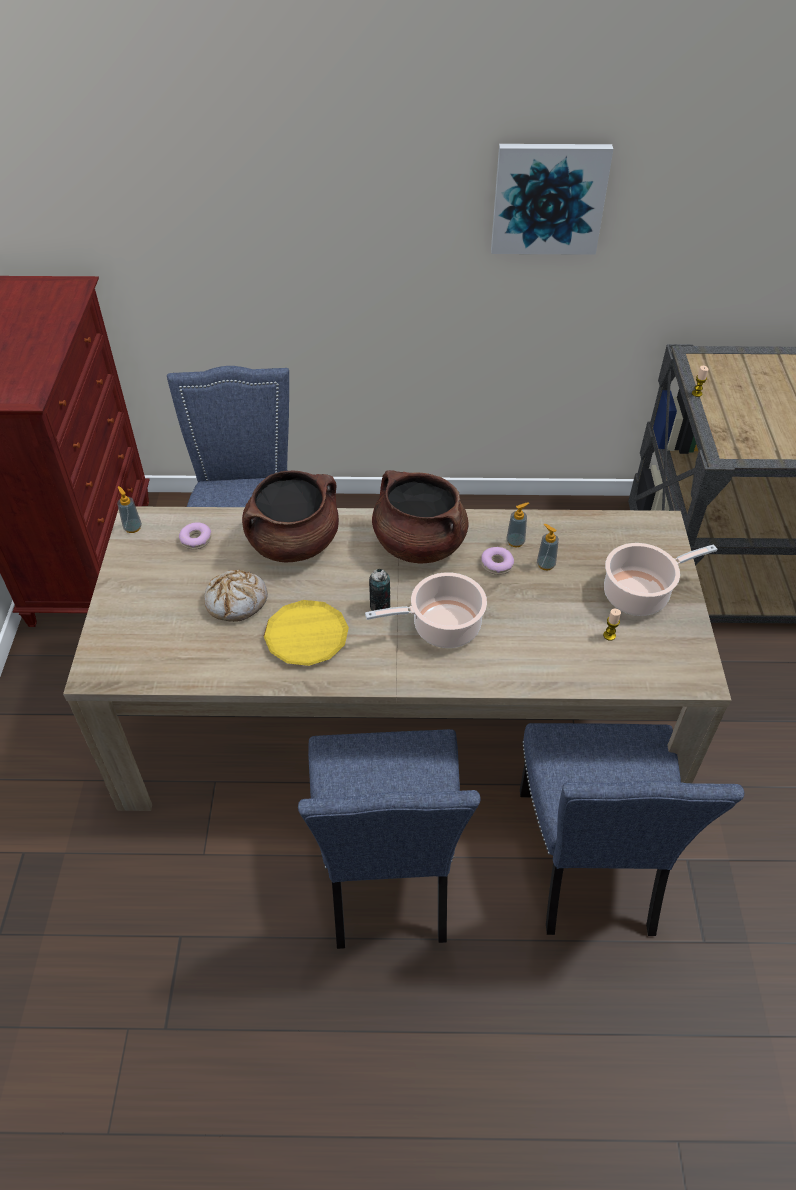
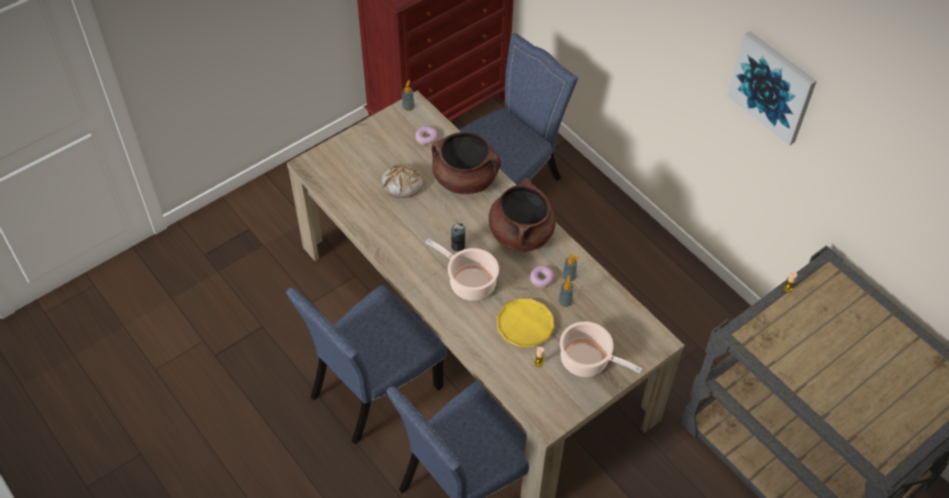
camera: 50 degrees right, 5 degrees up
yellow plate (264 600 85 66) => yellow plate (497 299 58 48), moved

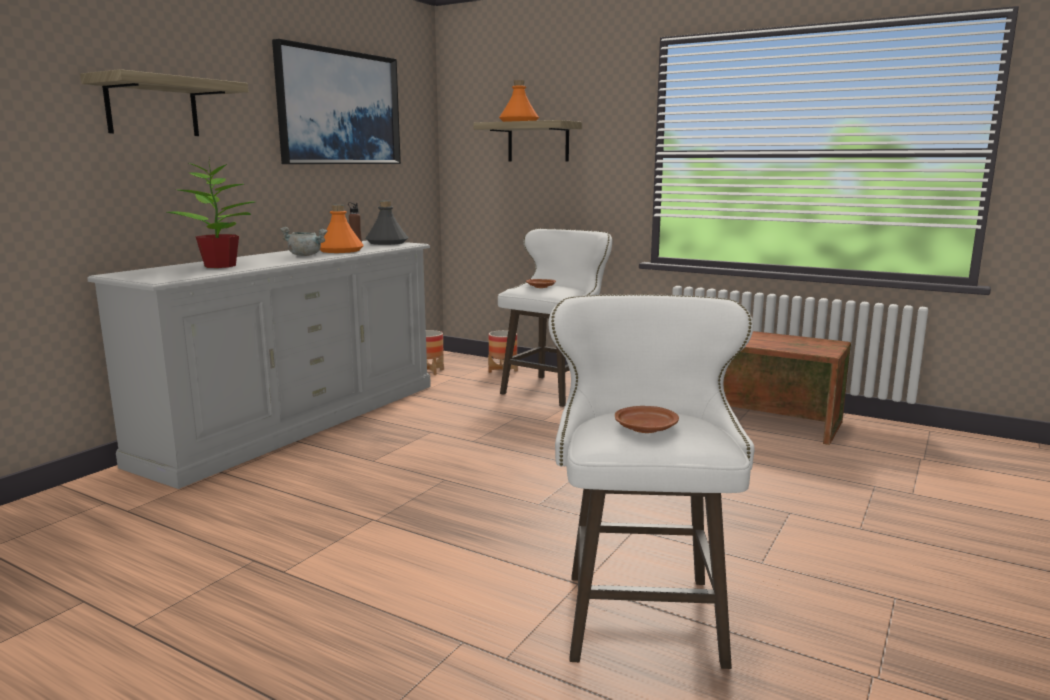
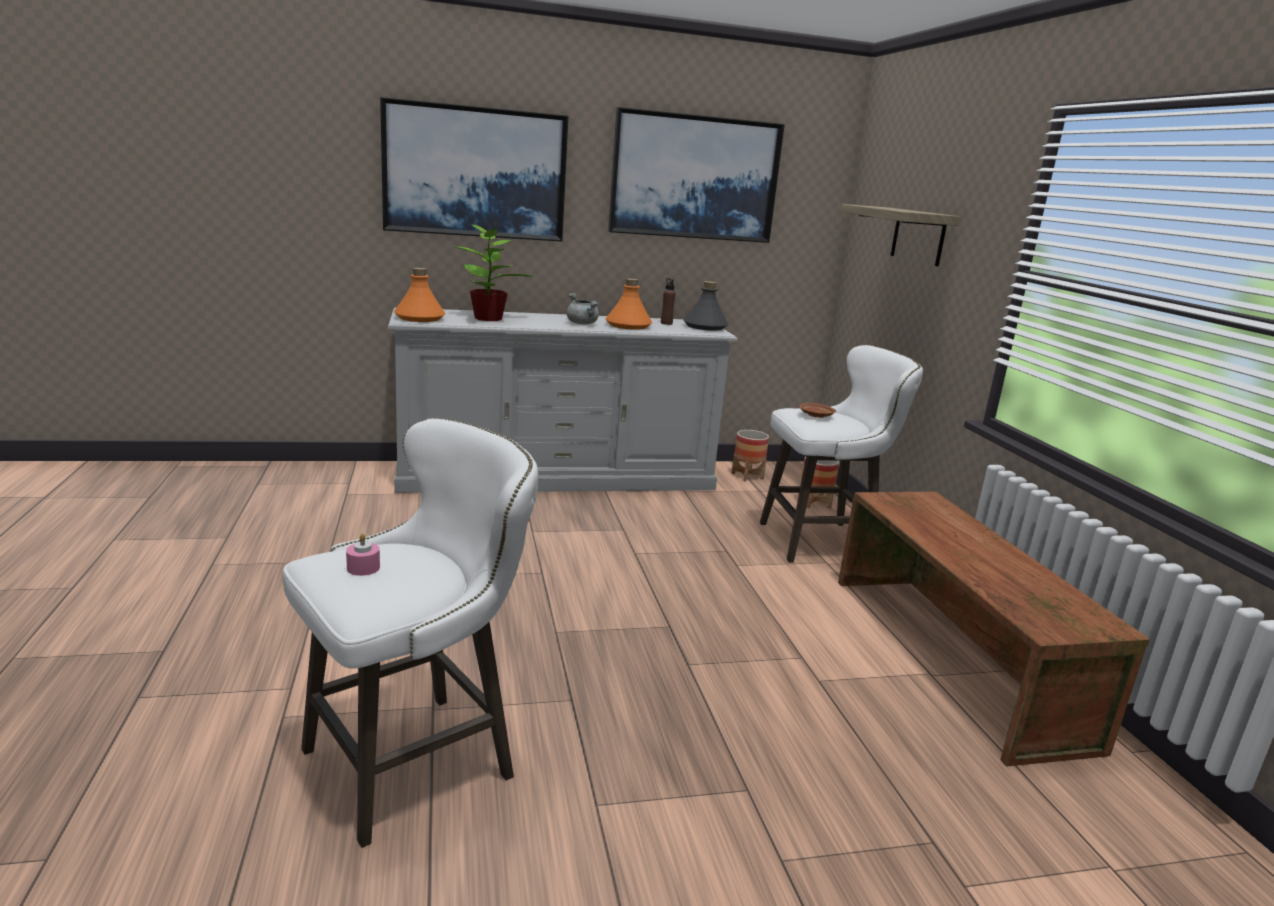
camera: 45 degrees right, 5 degrees up
orange bottle (499 80 40 42) => orange bottle (394 268 52 54), moved
shelf (80 69 169 67) => wall art (380 97 189 145)
brown-coloured plate (615 406 64 27) => pinkish candle (346 534 34 42)

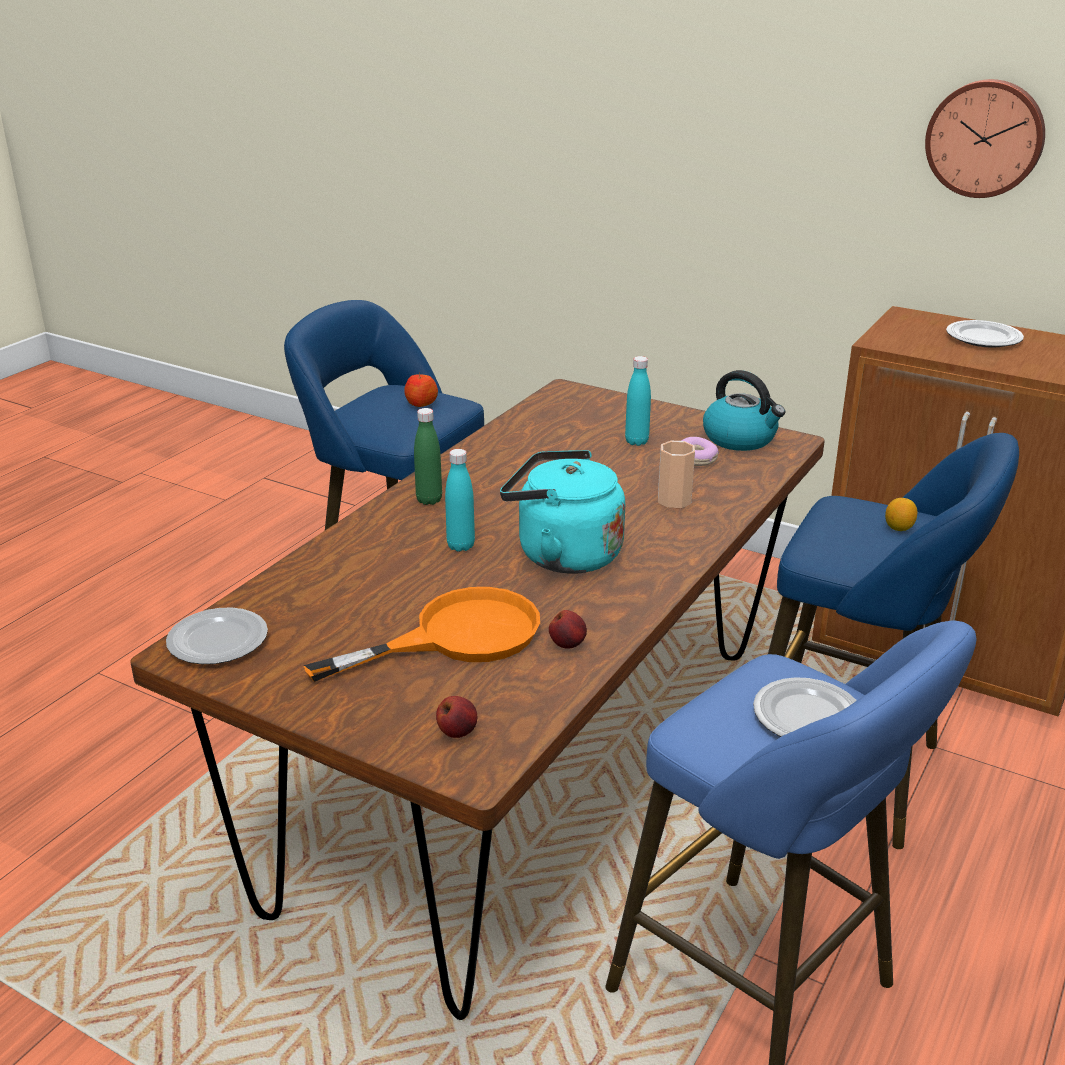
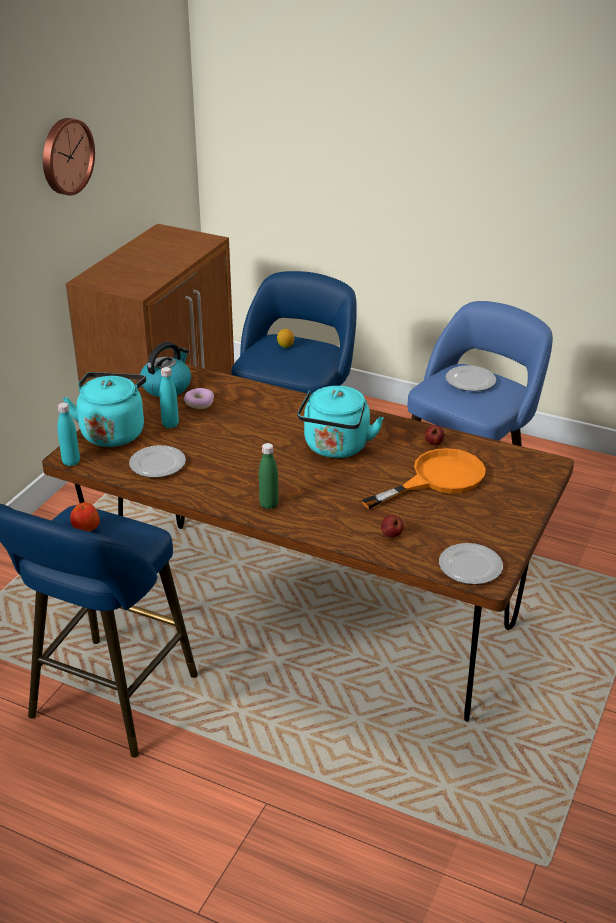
camera: 95 degrees left, 5 degrees up
small cup (658 441 37 67) => nothing
nothing => turquoise kettle (63 372 83 75)
whole apple (436 696 41 42) => whole apple (381 515 23 23), moved
turquoise bottle (445 449 30 103) => turquoise bottle (58 403 22 63), moved
plate (946 320 78 28) => plate (129 445 57 33), moved
orange skillet (304 587 236 95) => orange skillet (361 448 125 61), 90 degrees clockwise

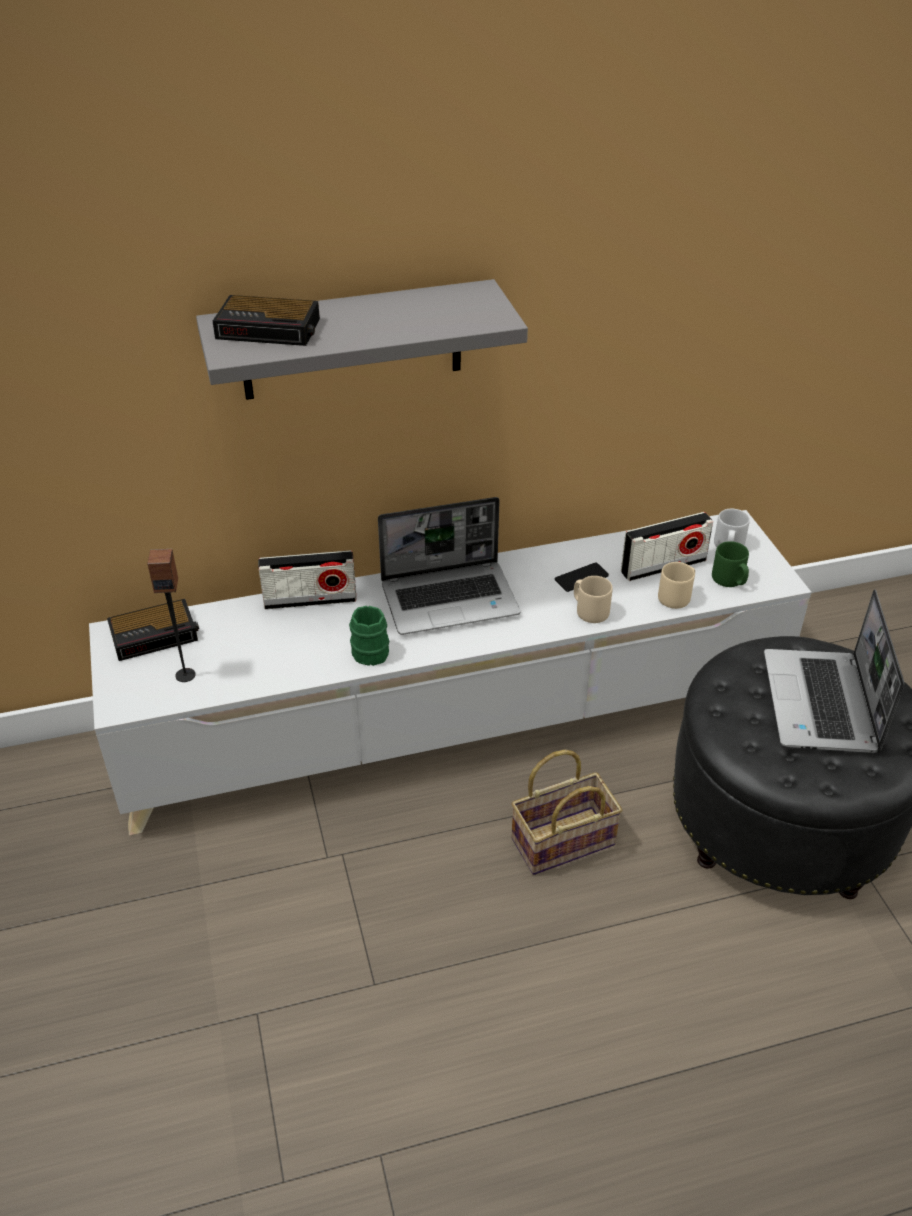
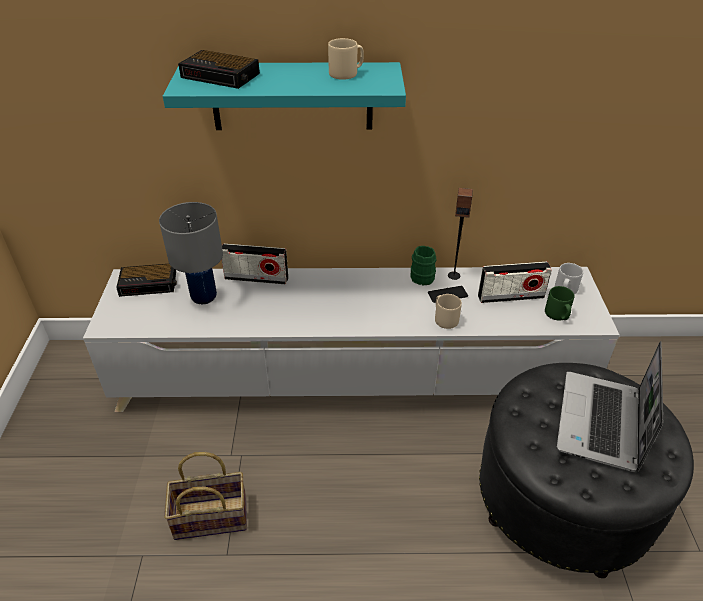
camera: 15 degrees right, 0 degrees up
notebook computer (378 497 142 138) => nothing
nothing => grey table lamp (159 202 64 102)
speaker (147 549 49 133) => speaker (448 188 25 92), moved
green-coloured coffee mug (349 606 40 60) => green-coloured coffee mug (410 246 26 40), moved
basket (511 750 111 125) => basket (164 452 83 88), moved
beige coffee mug (658 562 37 47) => beige coffee mug (328 38 36 42), moved
grey shelf (196 279 332 121) => turquoise shelf (163 62 243 68)

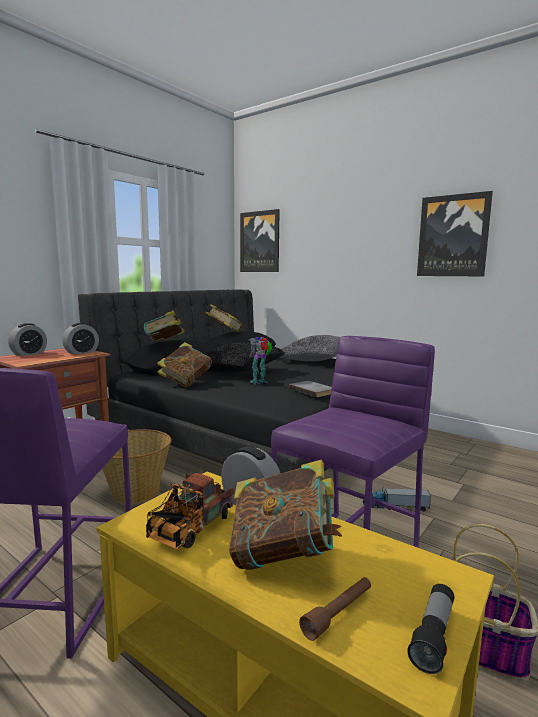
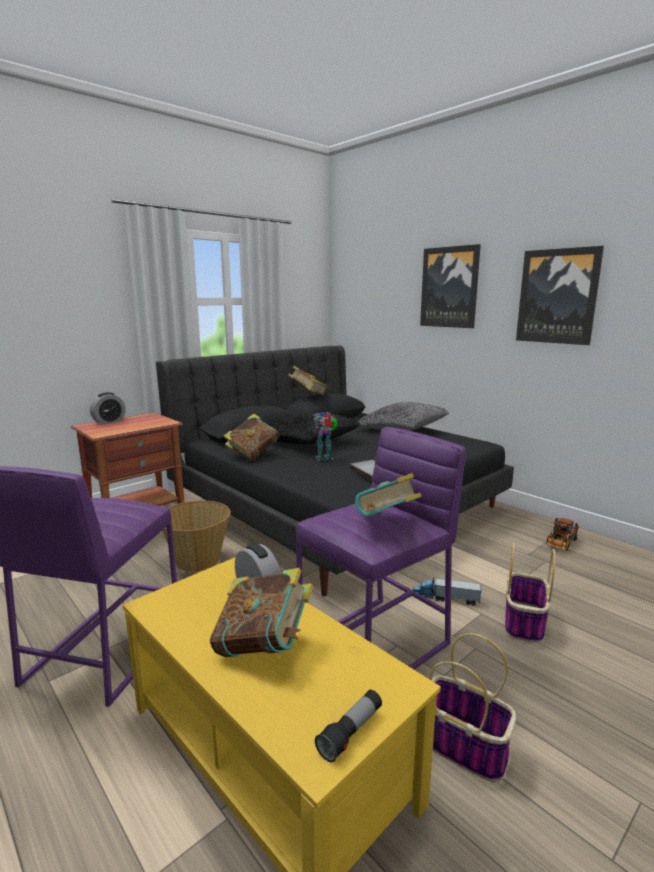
camera: 10 degrees right, 5 degrees up
bedside clock (62 323 37 32) => nothing
brown-coloured flashlight (299 577 72 64) => nothing
nothing => basket (505 542 50 101)
book (144 310 41 32) => book (355 473 67 44), moved
model truck (146 473 88 76) => model truck (546 518 33 33), moved
wall art (240 209 40 63) => wall art (420 244 61 84), moved

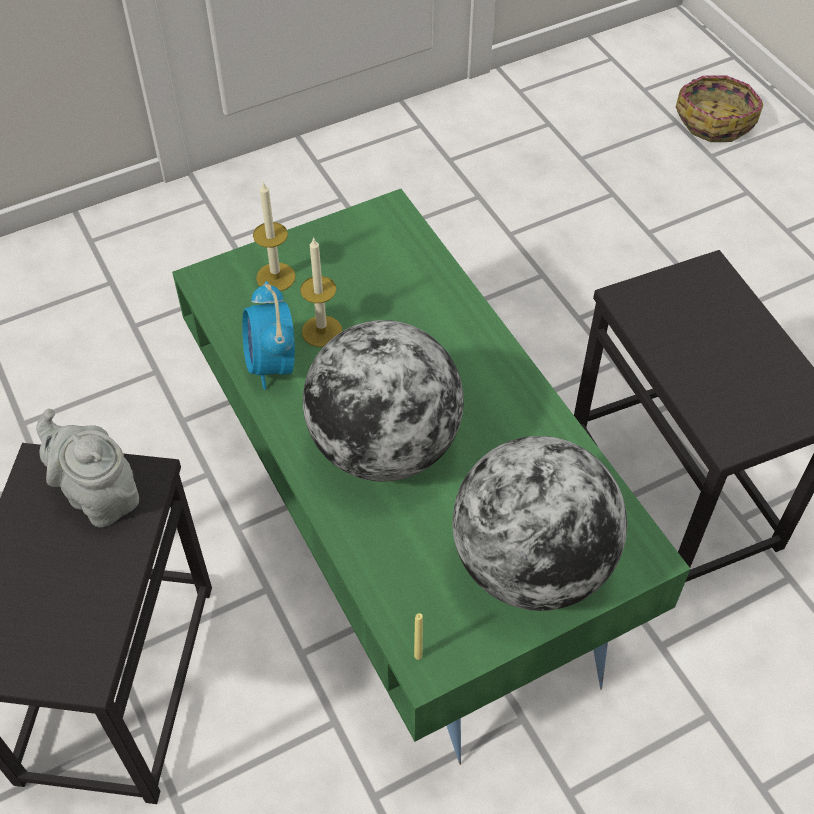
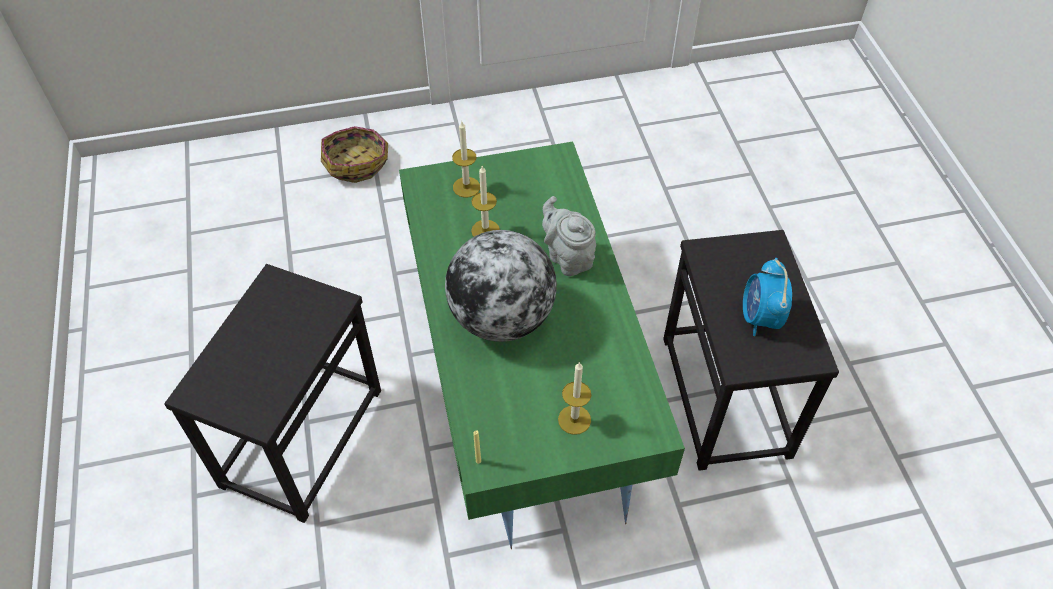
camera: 15 degrees right, 0 degrees up
grey tea pot (36 409 103 118) => grey tea pot (542 196 54 80), moved
bedside clock (242 281 53 109) => bedside clock (743 258 49 78), moved
basket (676 75 87 67) => basket (321 126 67 57), moved
world globe (453 436 174 175) => candle (558 362 33 73)

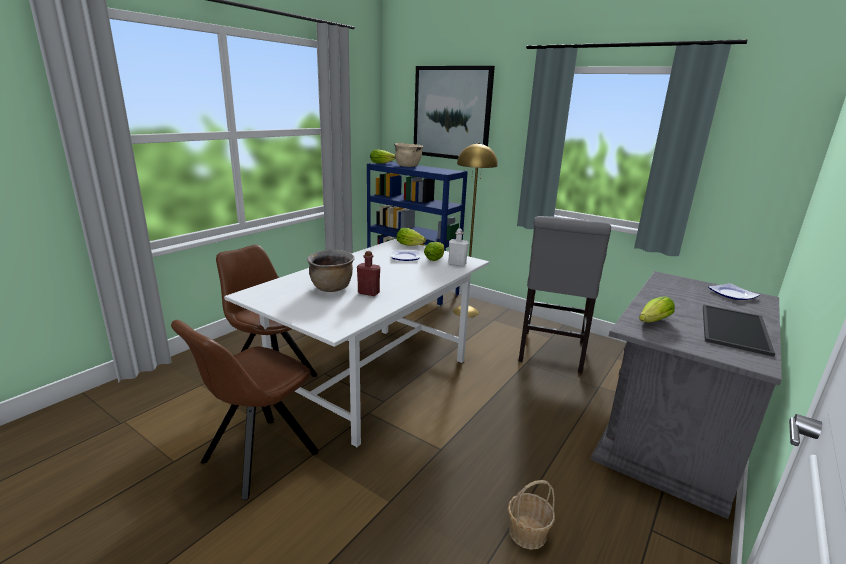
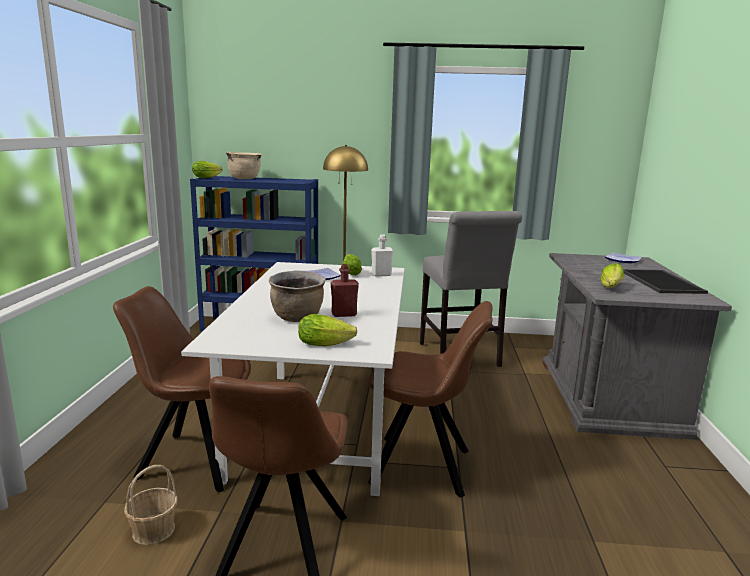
camera: 30 degrees left, 5 degrees down
wall art (414 66 81 93) => nothing
nothing => brown-coloured upright chair (368 301 125 197)
lettuce (396 228 30 18) => lettuce (298 314 59 32), moved
basket (508 480 47 70) => basket (124 465 54 80), moved

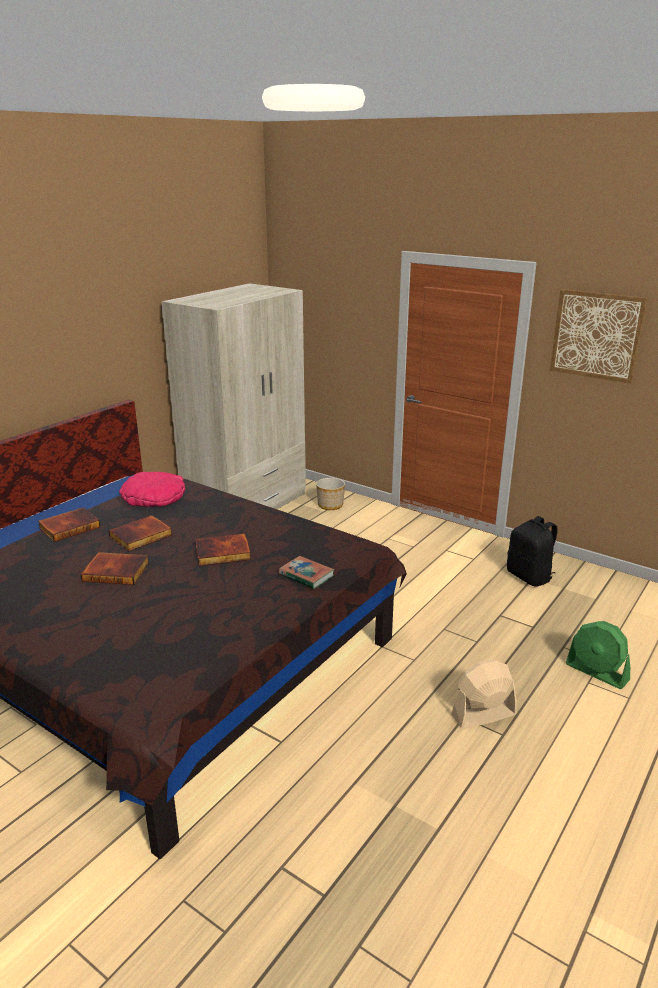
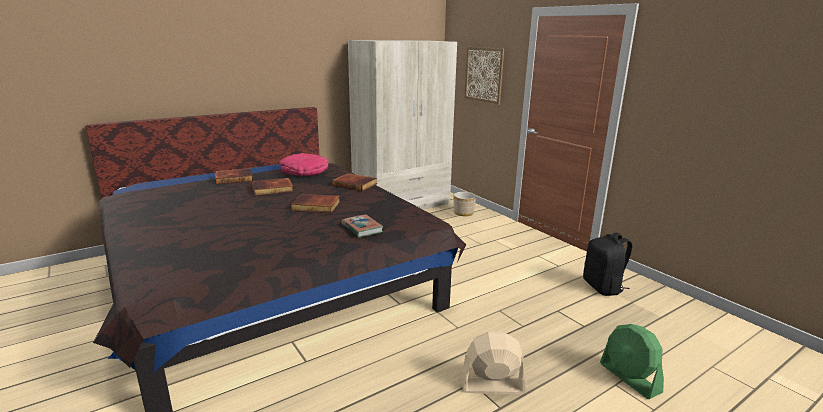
camera: 20 degrees right, 5 degrees down
book (81 552 68 33) => book (332 173 45 18), moved
wall art (550 289 98 95) => wall art (464 46 40 59), moved

